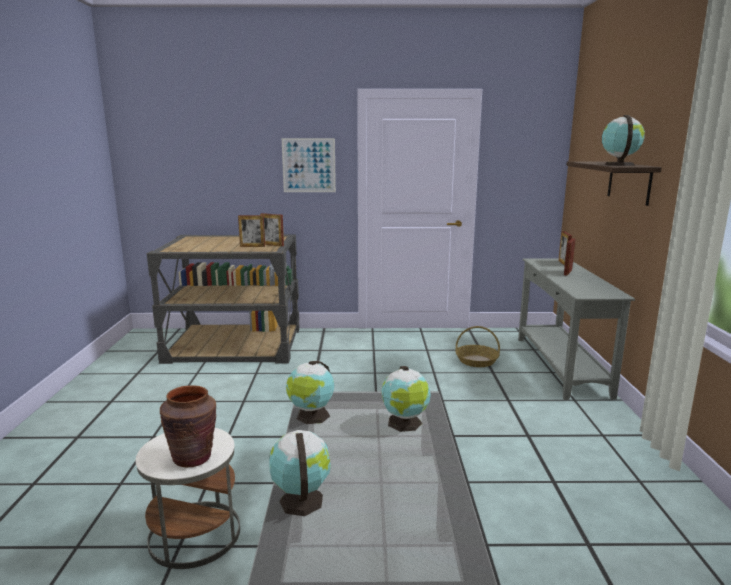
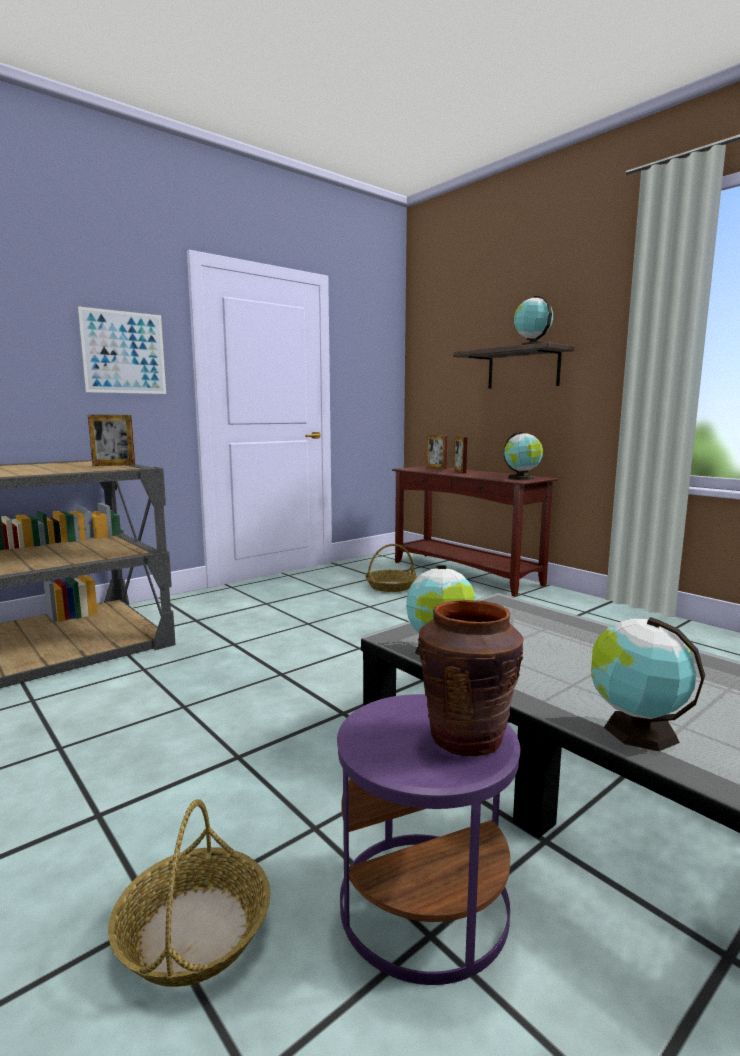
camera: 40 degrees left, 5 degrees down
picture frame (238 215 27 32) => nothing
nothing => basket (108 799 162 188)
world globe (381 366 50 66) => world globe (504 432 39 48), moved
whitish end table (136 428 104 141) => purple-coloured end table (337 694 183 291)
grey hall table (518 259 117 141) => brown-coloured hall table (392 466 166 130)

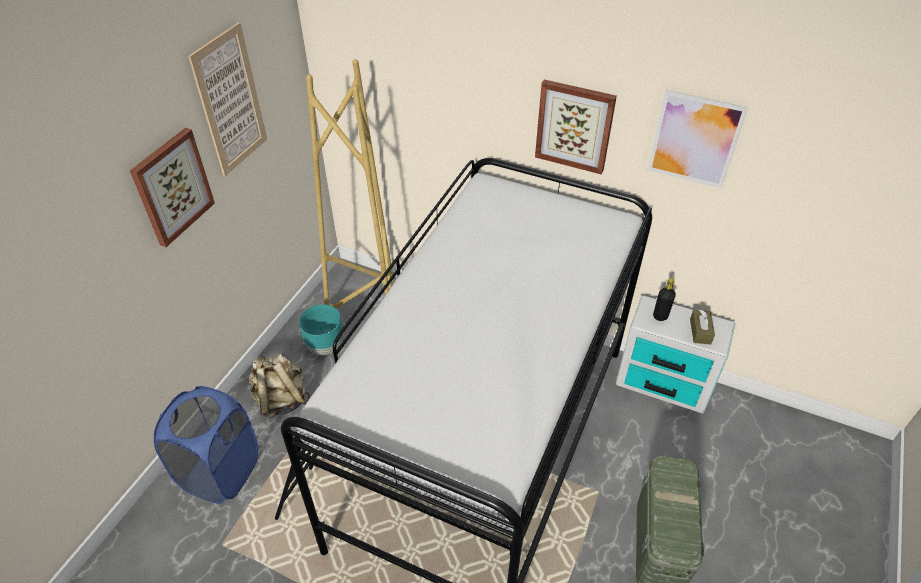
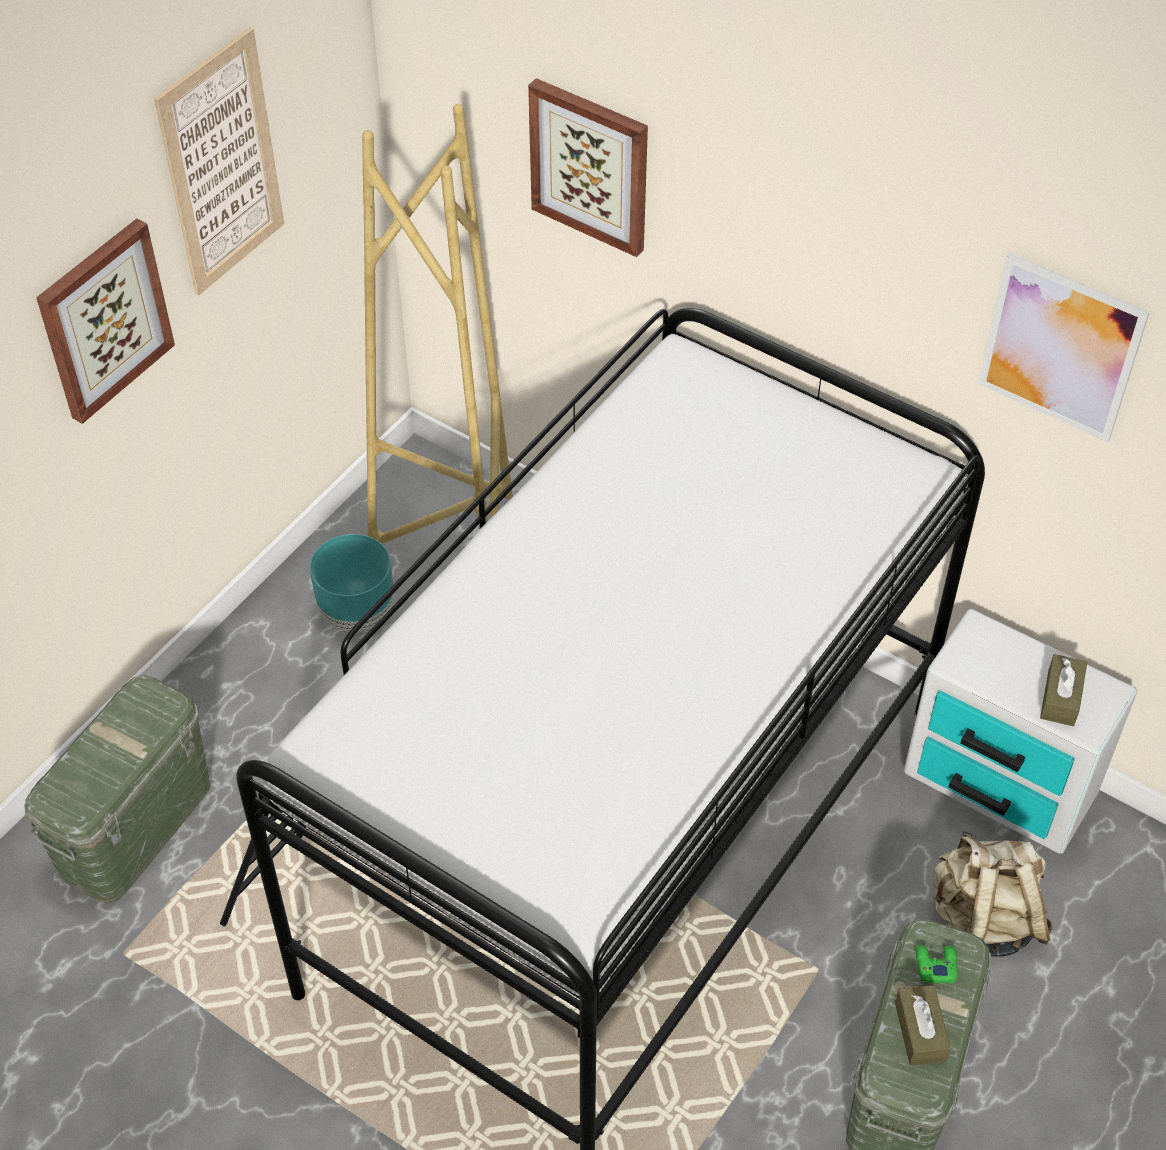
camera: 10 degrees right, 5 degrees up
black bottle (653 278 23 43) => nothing
nothing => brown-coloured tissue box (895 985 55 81)
nothing => green-coloured game controller (916 945 42 38)
beige rucksack (249 353 61 65) => beige rucksack (933 831 120 126), moved
wall art (535 79 82 96) => wall art (528 78 120 179), moved
blue hamper (154 386 104 118) => green-coloured storage container (24 675 187 228)

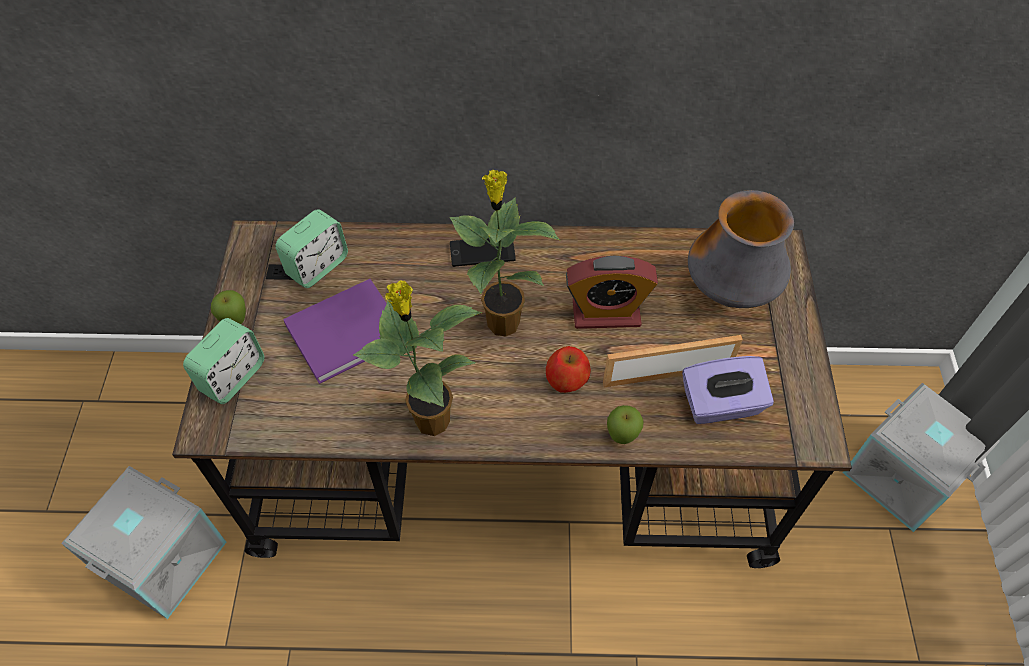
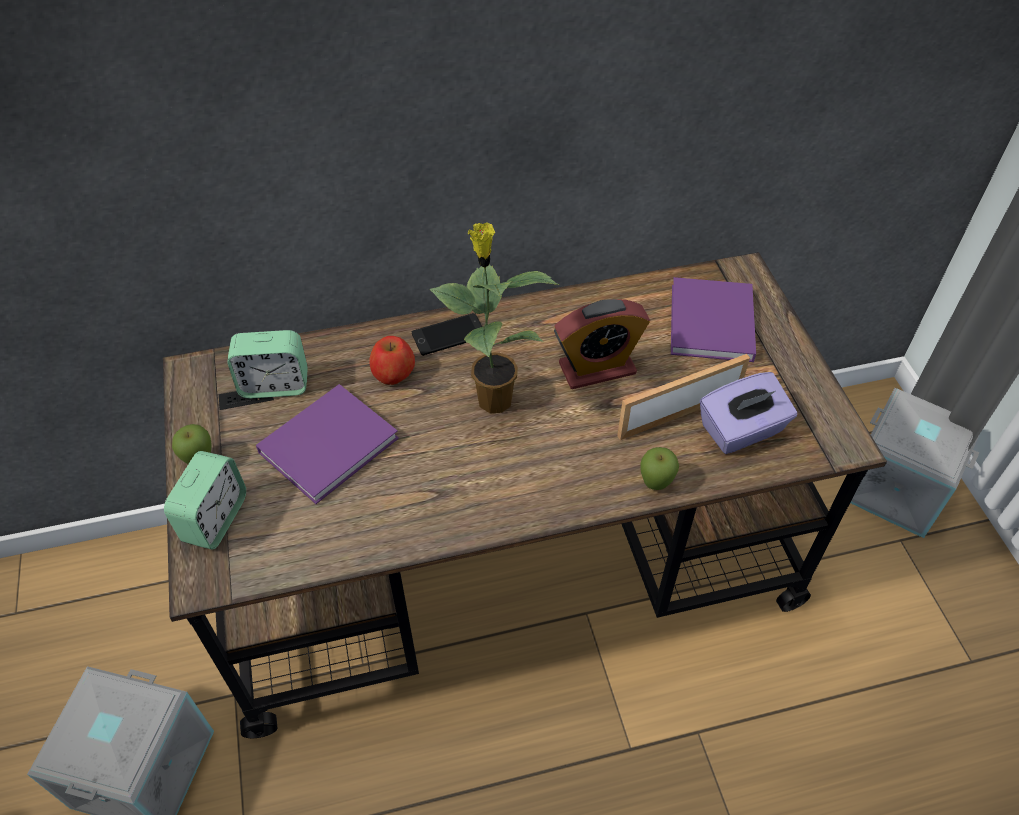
camera: 15 degrees left, 5 degrees down
plant in a pot (353 280 130 156) => nothing
whole apple (546 346 45 47) => whole apple (369 336 46 49), moved
vase (688 190 106 118) => purple-coloured book (671 277 85 85)
bedside clock (276 209 72 79) => bedside clock (227 330 81 69), 60 degrees clockwise

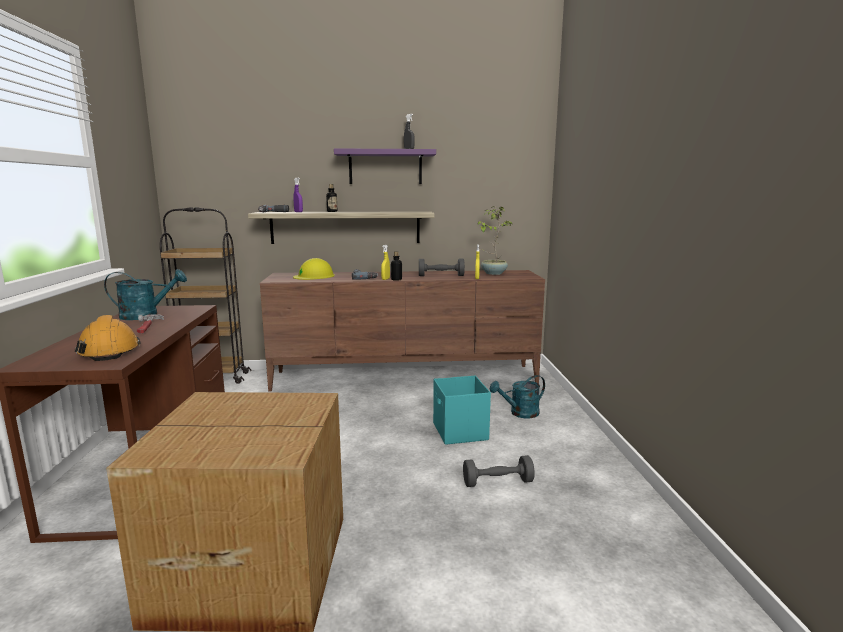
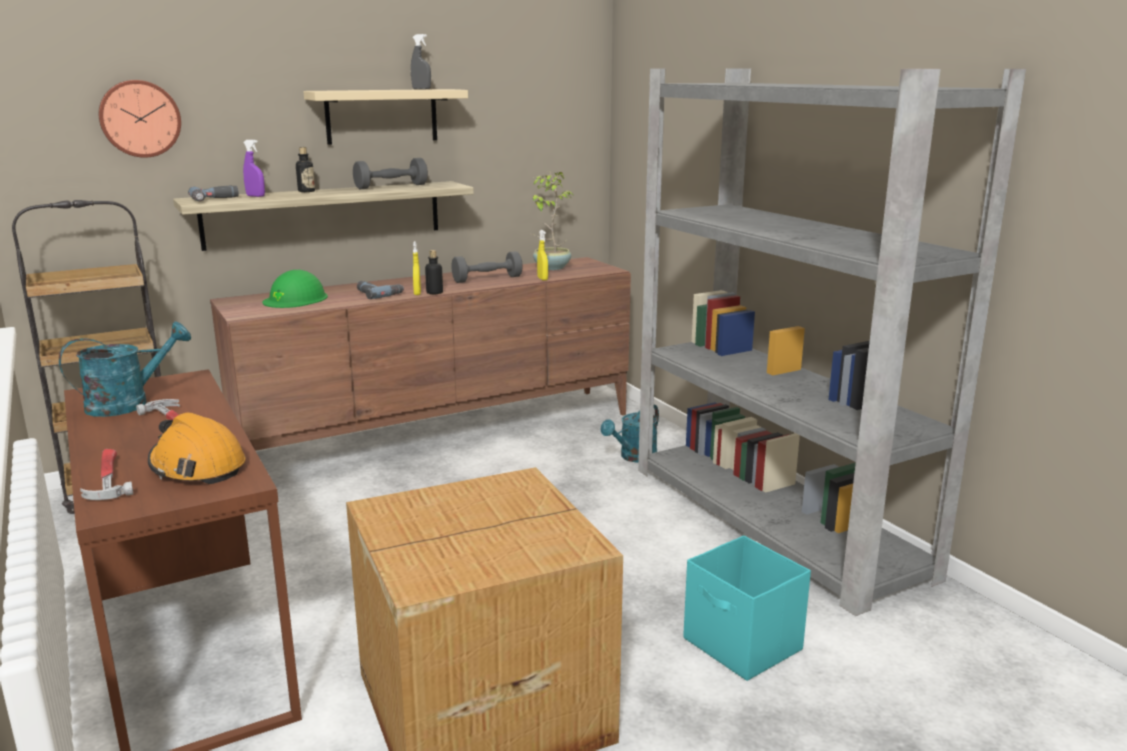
camera: 25 degrees left, 5 degrees up
nothing => tool hammer (80 449 53 51)
nothing => hanging clock (99 80 82 78)
nothing => grey shelving unit (638 68 388 548)
turquoise storage container (433 376 58 69) => turquoise storage container (683 535 128 146), moved
grey hand weight (463 455 72 32) => grey hand weight (353 158 75 31), moved
yellow safety helmet (293 258 42 22) => green-coloured safety helmet (262 270 66 38)
purple-coloured shelf (334 148 102 36) => beige shelf (303 89 165 56)

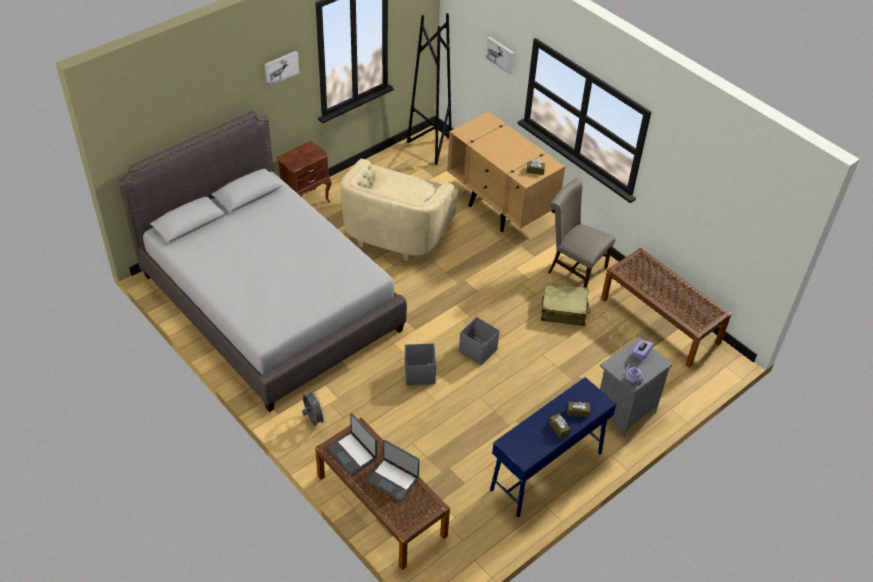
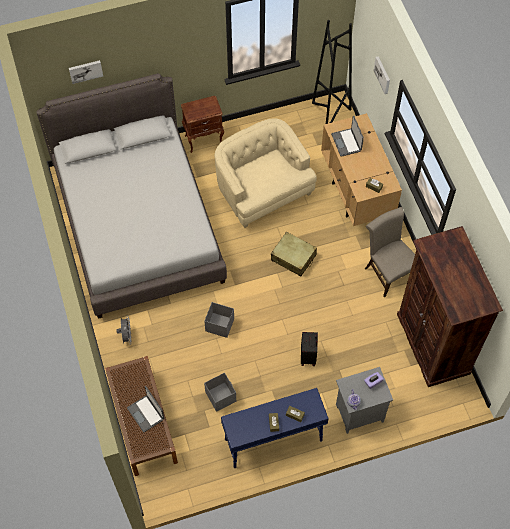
camera: 25 degrees right, 15 degrees up
nothing => black travel case (301 332 17 34)
wall art (265 51 34 36) => wall art (69 60 34 24), moved
notebook computer (327 413 50 62) => notebook computer (331 116 33 41), moved
grey storage container (459 317 41 49) => grey storage container (204 373 32 39), moved
beige travel case (541 283 49 43) => beige travel case (271 232 46 44), moved
brown-coloured bench (601 247 131 121) => brown-coloured armoire (397 226 106 161)
beige lounge chair (340 159 118 102) => beige lounge chair (214 119 103 109), 105 degrees clockwise

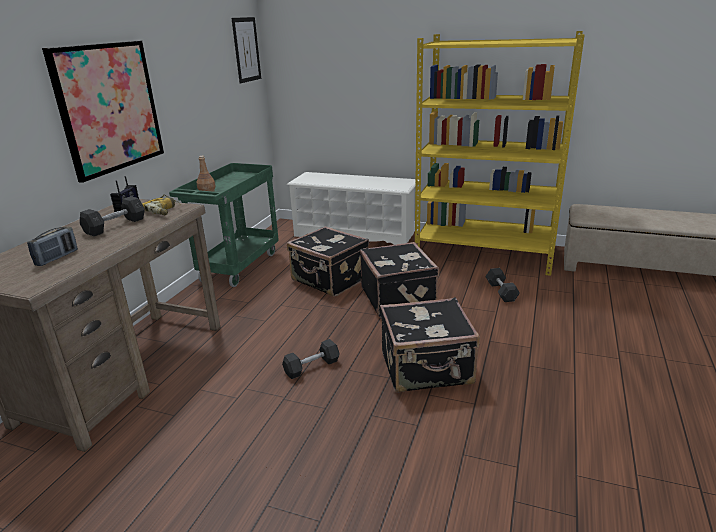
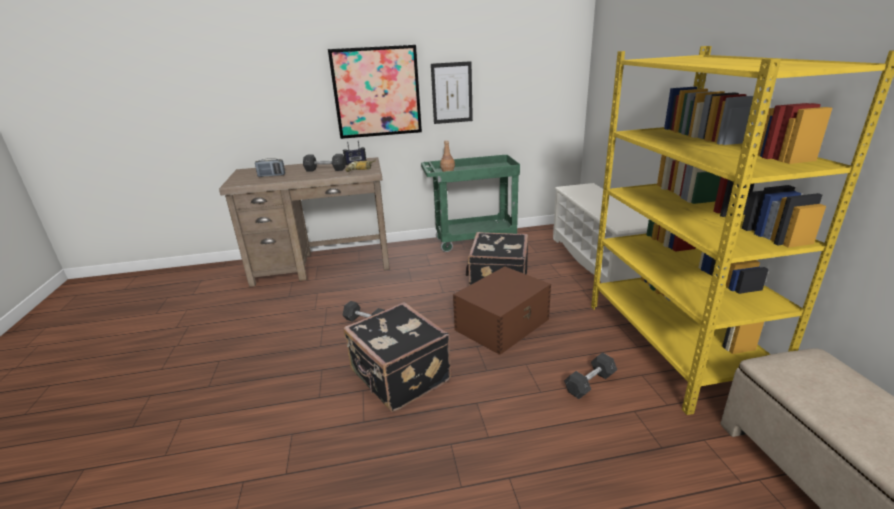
camera: 60 degrees right, 0 degrees up
wall art (231 17 30 66) => wall art (431 61 42 63), moved
black travel case (360 242 79 76) => brown-coloured storage container (453 266 98 89)

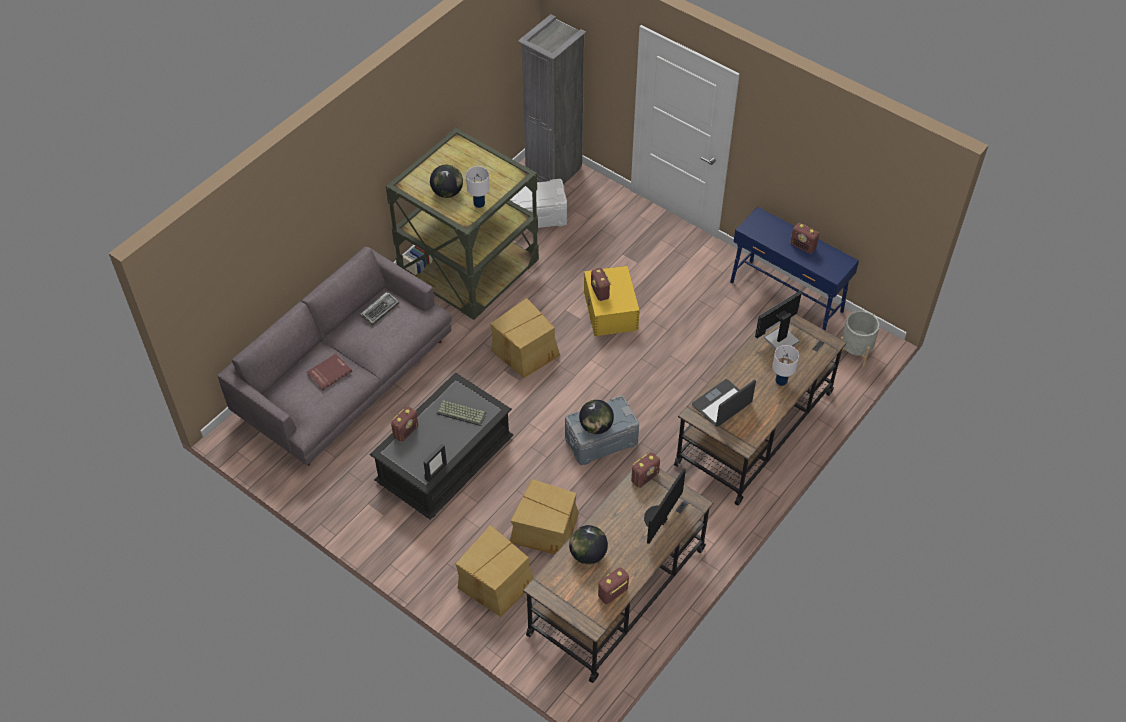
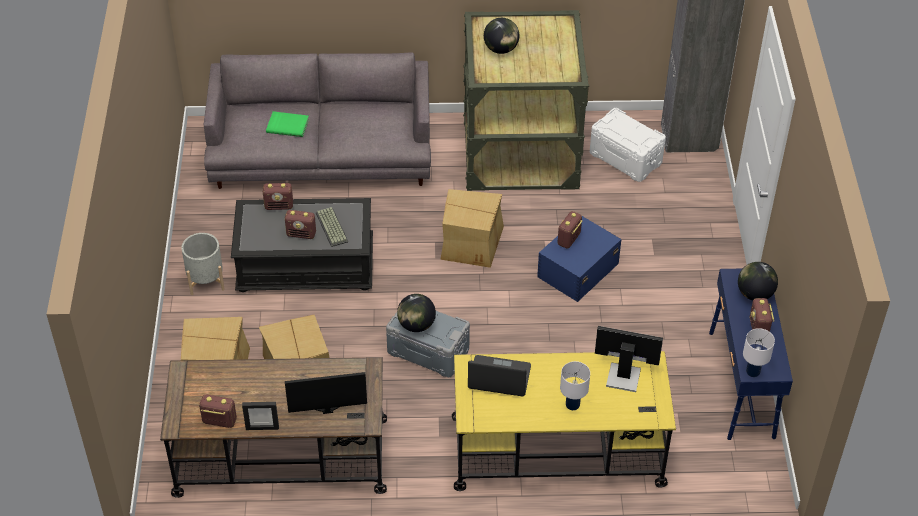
camera: 50 degrees right, 5 degrees down
keyboard (360 292 39 33) => nothing
picture frame (423 444 24 38) => picture frame (242 402 37 28), moved
whitish table lamp (466 166 24 42) => whitish table lamp (743 328 32 49), moved
world globe (569 525 39 39) => world globe (738 262 40 39), moved
radio receiver (631 452 29 36) => radio receiver (285 210 31 29), moved
grey planter (841 311 38 56) => grey planter (181 233 44 62), moved
red-coloured book (307 354 45 37) => green-coloured book (266 111 43 26)
yellow storage container (584 266 56 70) => blue storage container (537 216 85 86)
brown-coloured desk (674 314 173 192) => yellow desk (452 351 224 140)

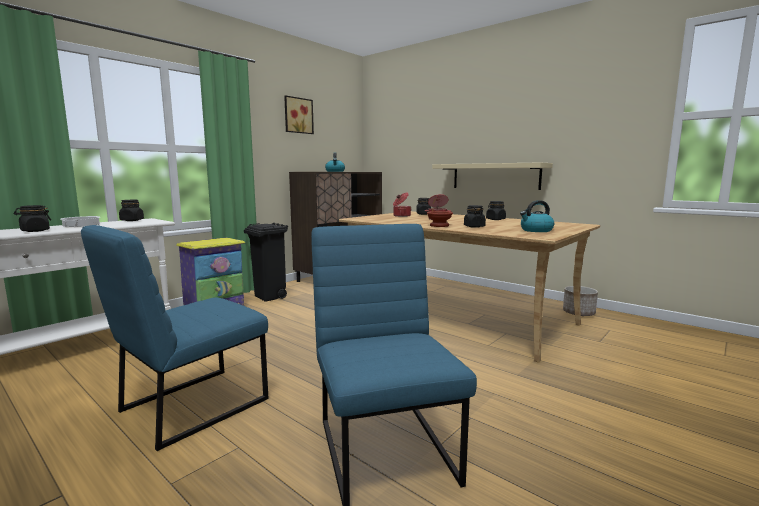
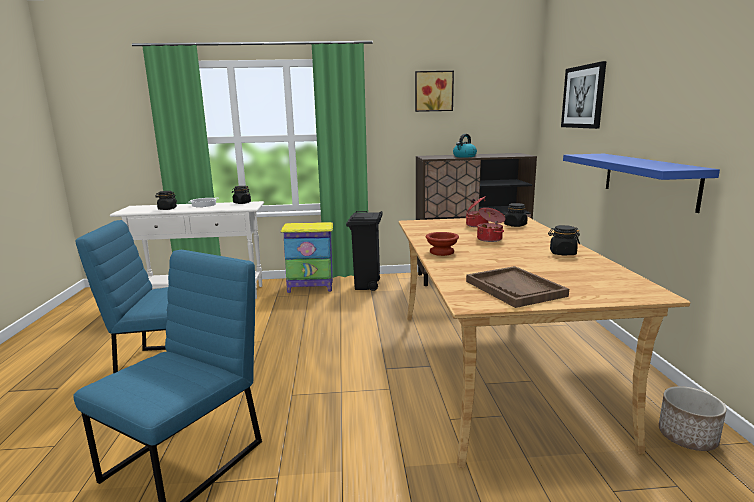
camera: 45 degrees right, 5 degrees up
black storage jar (464 205 22 23) => nothing
nothing => wall art (561 61 45 68)
kettle (520 200 34 32) => brown-coloured serving tray (466 266 103 42)
beige shelf (432 162 121 28) => blue shelf (563 154 157 59)

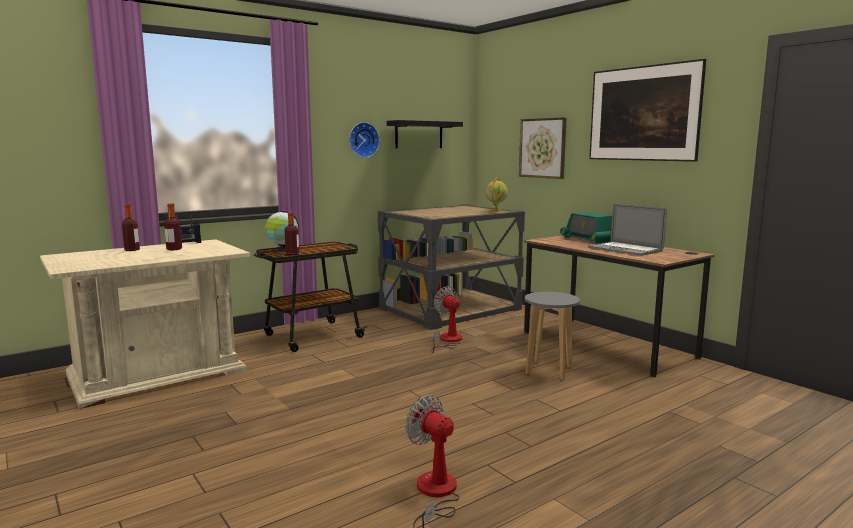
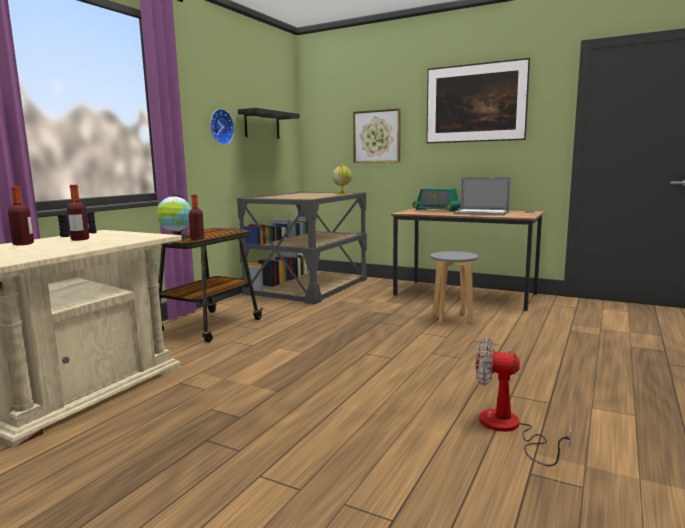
camera: 25 degrees left, 0 degrees up
cooling fan (431 287 32 66) => nothing

